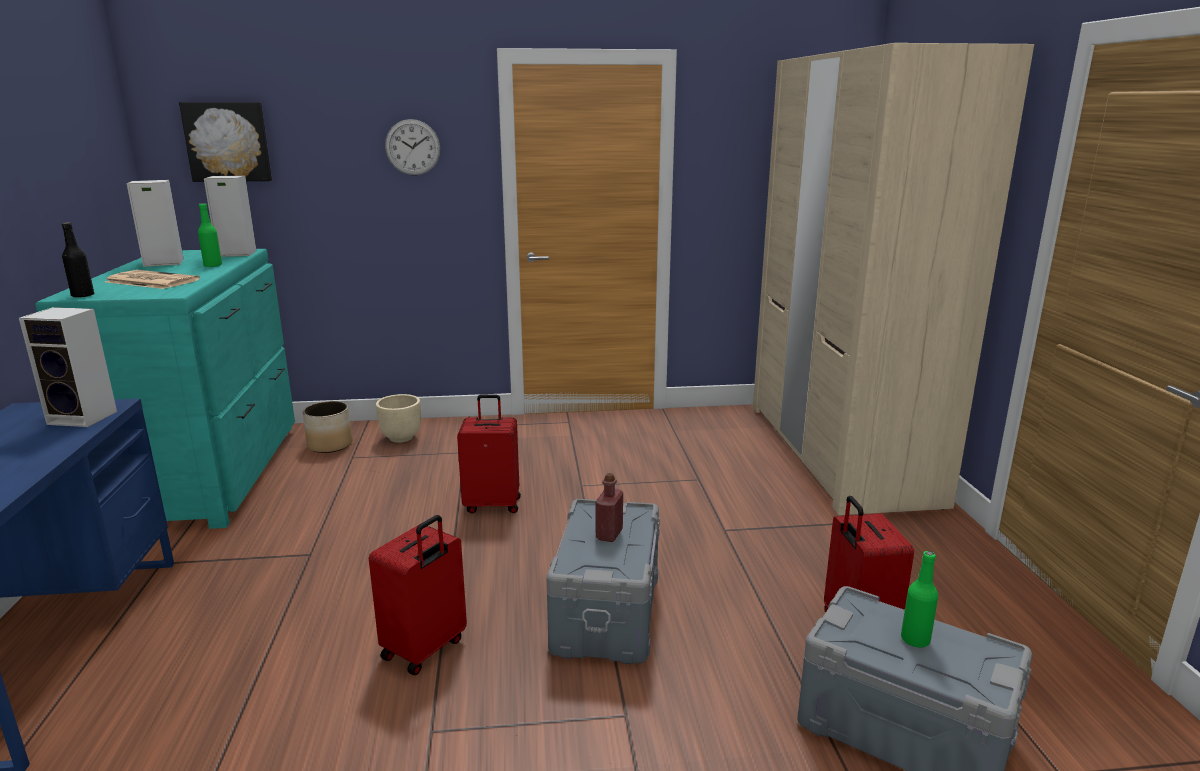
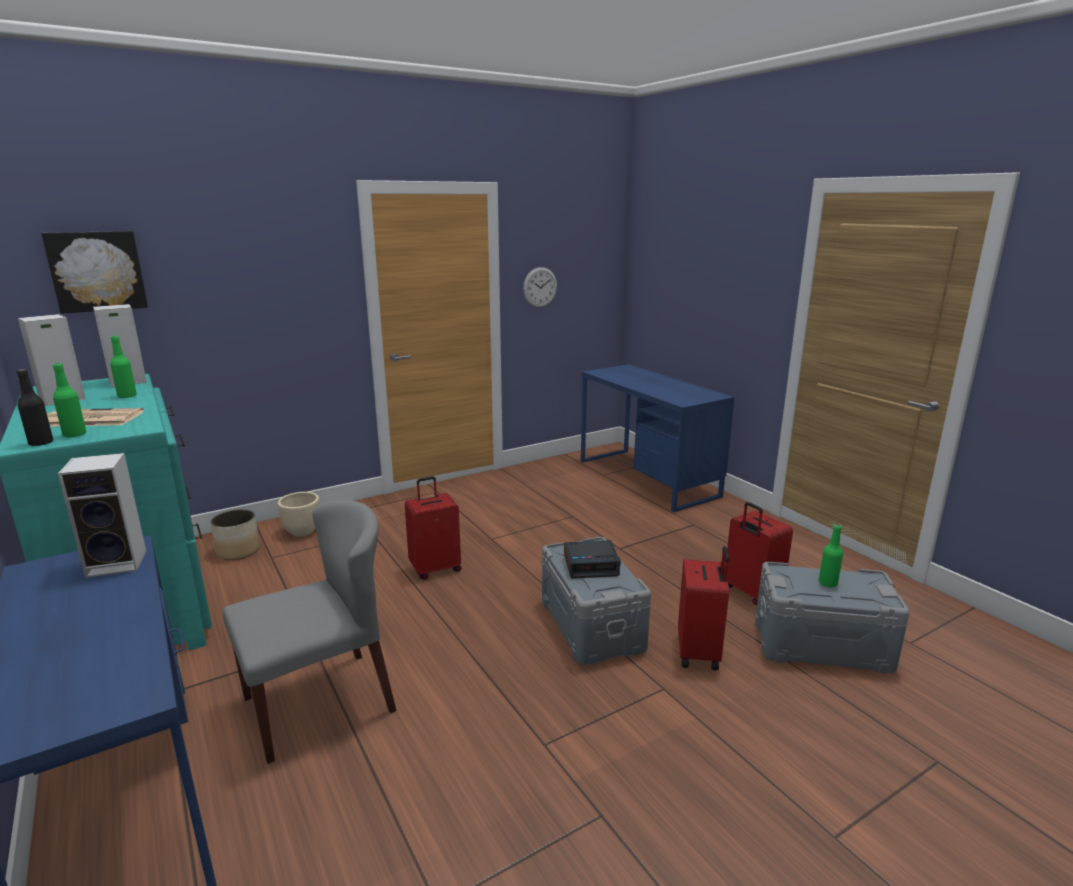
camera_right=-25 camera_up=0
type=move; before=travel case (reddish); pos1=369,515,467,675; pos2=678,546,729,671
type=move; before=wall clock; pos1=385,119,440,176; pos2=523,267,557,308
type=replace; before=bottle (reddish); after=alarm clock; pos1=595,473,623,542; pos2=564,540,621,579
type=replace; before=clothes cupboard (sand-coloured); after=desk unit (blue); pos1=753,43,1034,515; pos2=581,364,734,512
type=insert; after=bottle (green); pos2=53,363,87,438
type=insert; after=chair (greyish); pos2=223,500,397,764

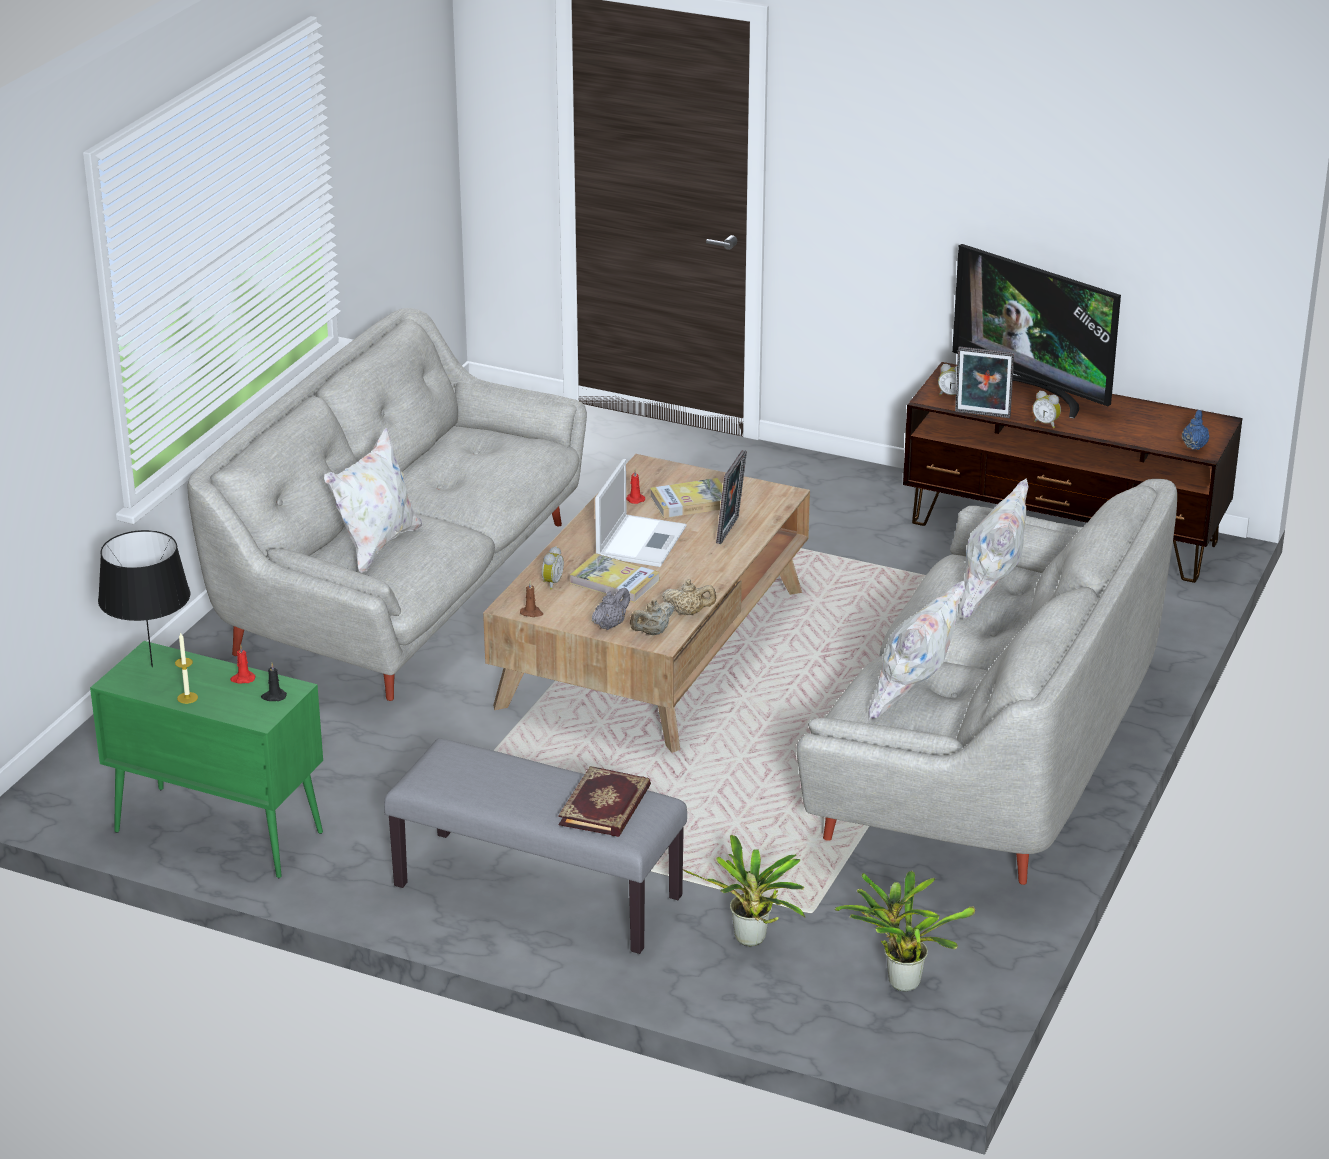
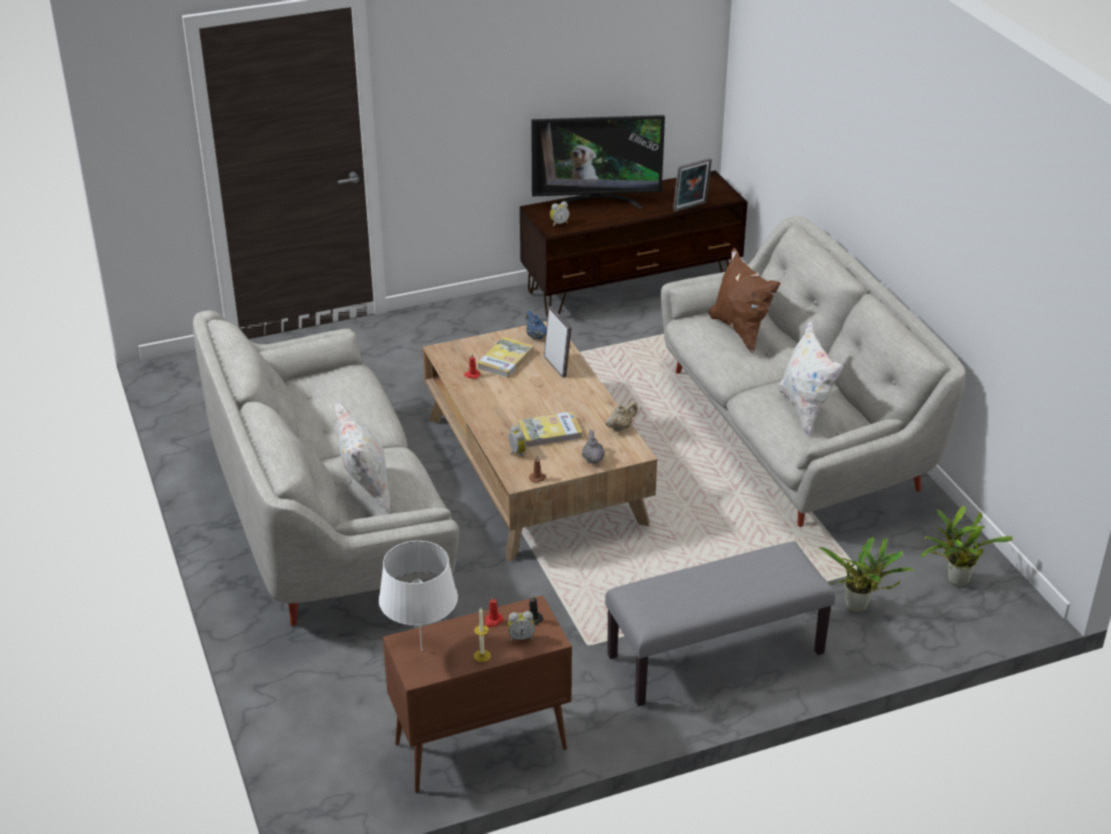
camera_right=-45 camera_up=5
type=recolor; before=cabinet (green); after=cabinet (brown-coloured); pos1=90,641,323,878; pos2=383,595,572,793
type=recolor; before=tabletop lamp (black-coloured); after=tabletop lamp (whitish); pos1=98,530,191,667; pos2=379,541,458,651
type=delete; before=bound book; pos1=558,766,651,837
type=delete; before=portable computer; pos1=595,459,687,567
type=delete; before=pot for tea (sand-coloured); pos1=630,600,674,635
type=move; before=standing frame; pos1=955,347,1014,418; pos2=673,158,712,212
type=recolor; before=throw pillow (whitish); after=throw pillow (brown-coloured); pos1=960,478,1029,619; pos2=708,248,781,353
type=move; before=alarm clock; pos1=1033,391,1061,428; pos2=507,611,535,642
type=move; before=pot for tea (blue); pos1=1182,410,1209,450; pos2=525,311,547,340

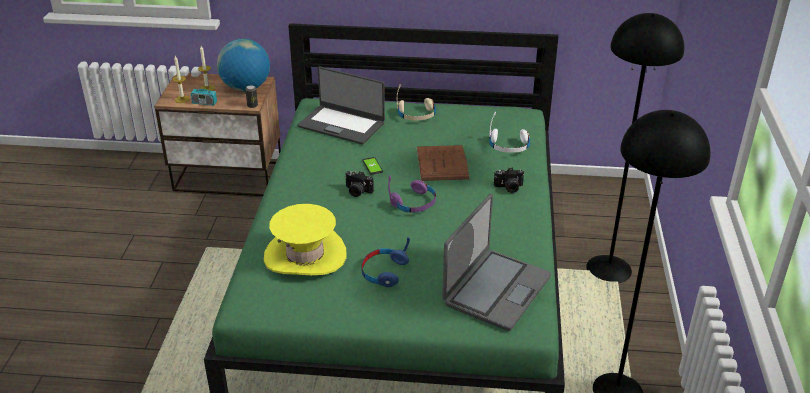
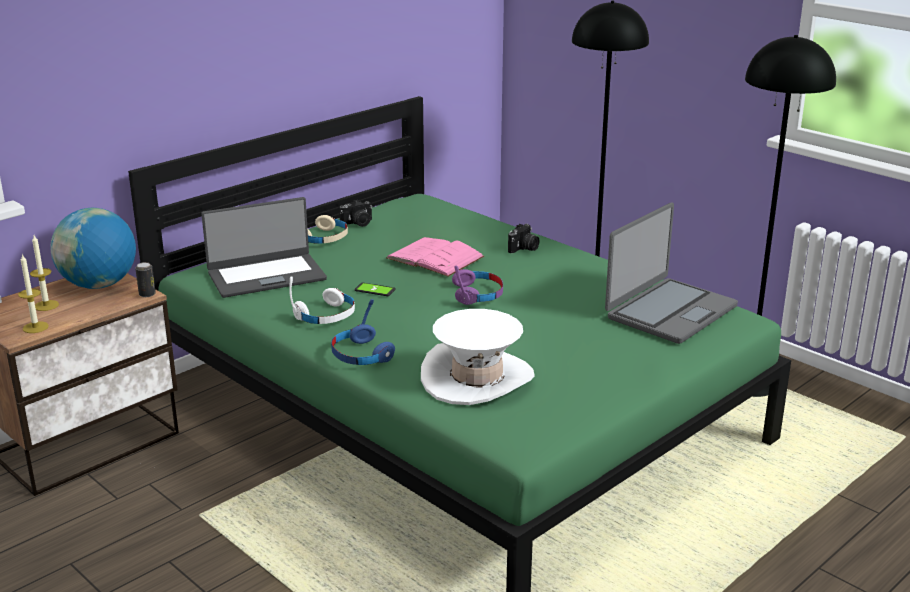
camera_right=-50 camera_up=-10
type=delete; before=radio; pos1=191,77,217,106
type=recolor; before=wearable hat (yellowish); after=wearable hat (whitish); pos1=264,204,347,275; pos2=421,309,535,405
type=move; before=still camera; pos1=345,171,374,197; pos2=339,199,372,227
type=move; before=headset (blue); pos1=361,237,410,287; pos2=331,299,395,365
type=recolor; before=bound book (brown-coloured); after=bound book (pinkish); pos1=417,145,470,181; pos2=386,237,484,277
type=rotate; before=portable computer; pos1=442,193,551,331; pos2=605,203,738,344; turn=60
type=move; before=headset (whitish); pos1=489,112,530,153; pos2=289,276,355,324

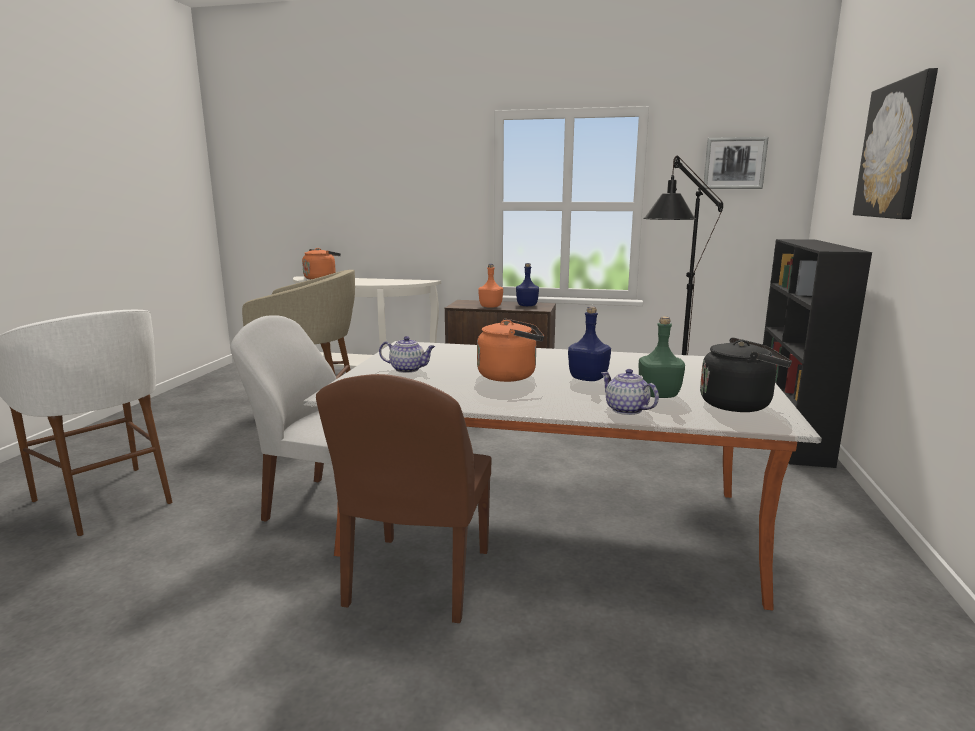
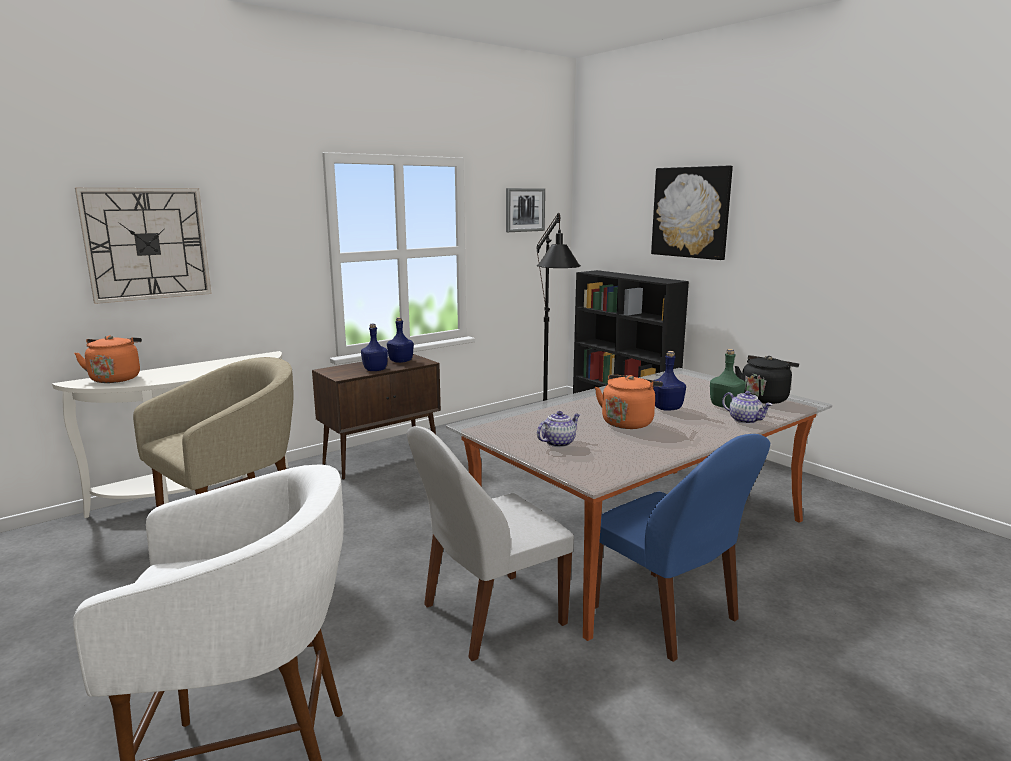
camera_right=-50 camera_up=0
type=recolor; before=chair (brown-coloured); after=chair (blue); pos1=316,374,491,623; pos2=595,434,770,662
type=recolor; before=bottle (orange-coloured); after=bottle (blue); pos1=478,264,503,308; pos2=361,324,388,371
type=rotate; before=pot for tea; pos1=601,369,659,415; pos2=722,391,772,424; turn=-135
type=insert; after=wall clock; pos2=75,188,212,304

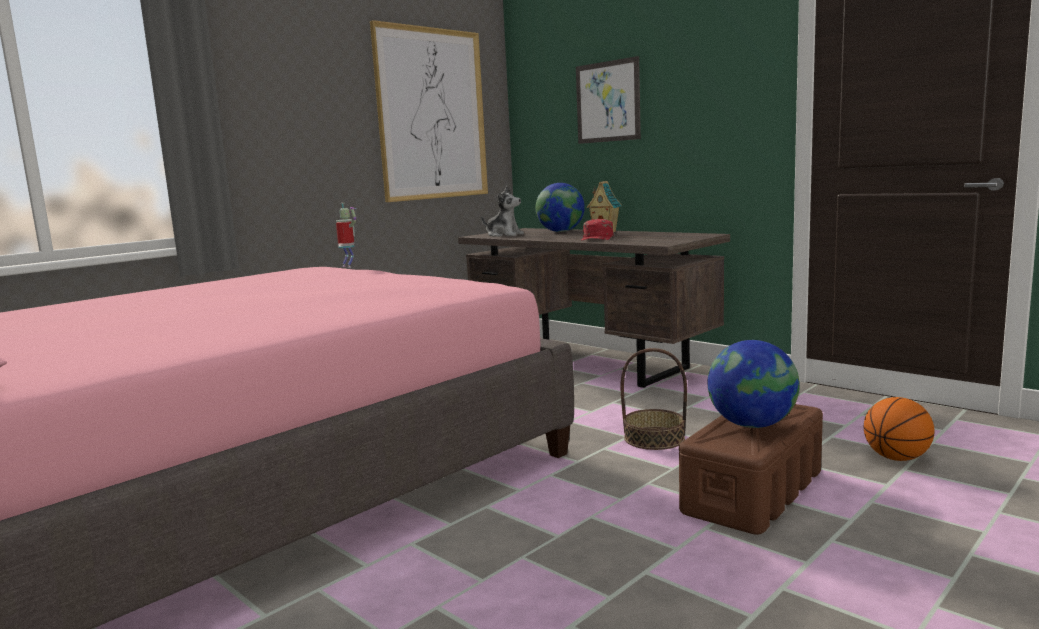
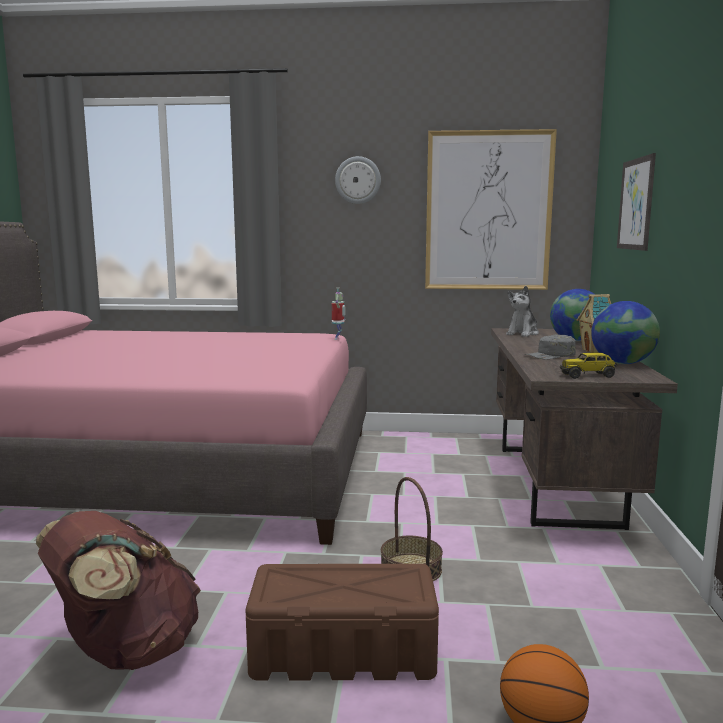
camera_right=50 camera_up=0
type=rotate; before=plush toy; pos1=481,186,524,237; pos2=506,286,539,337; turn=45
type=recolor; before=cap (reddish); after=cap (greyish); pos1=582,219,614,240; pos2=524,334,576,360
type=move; before=world globe; pos1=708,340,800,428; pos2=591,301,660,364
type=insert; after=rucksack (brown-coloured); pos2=36,511,201,670
type=insert; after=wall clock; pos2=335,156,381,204
type=insert; after=toy truck; pos2=559,353,618,379

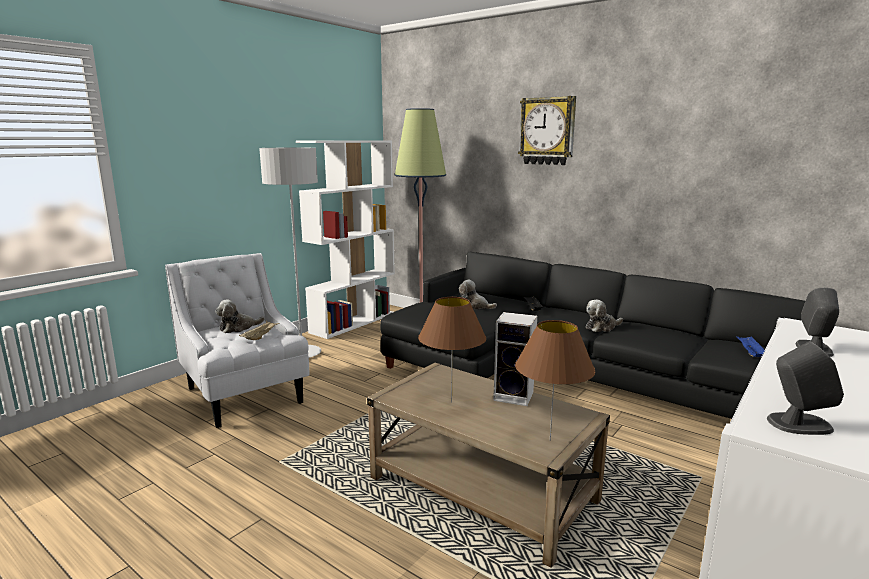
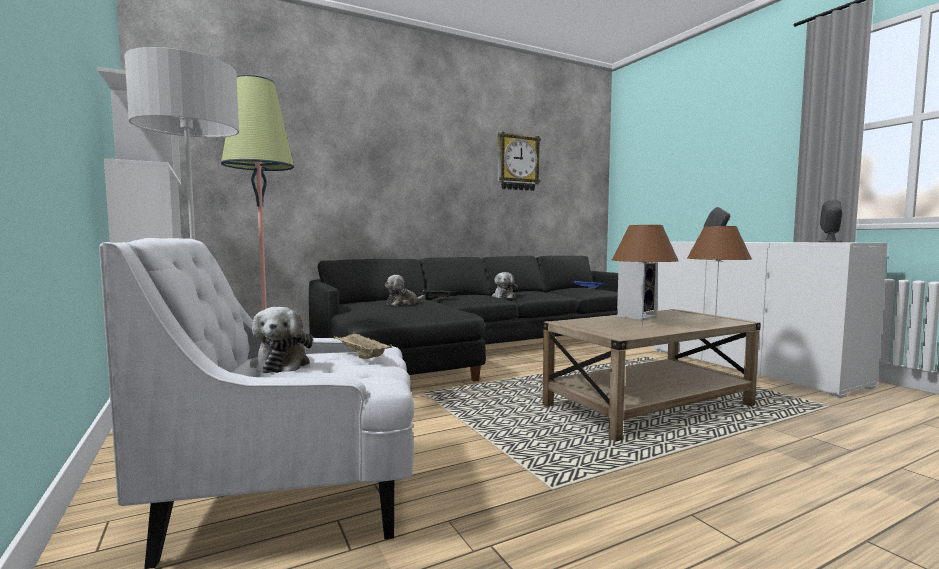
camera_right=-65 camera_up=-10
type=move; before=wall clock; pos1=518,96,576,165; pos2=498,132,541,191

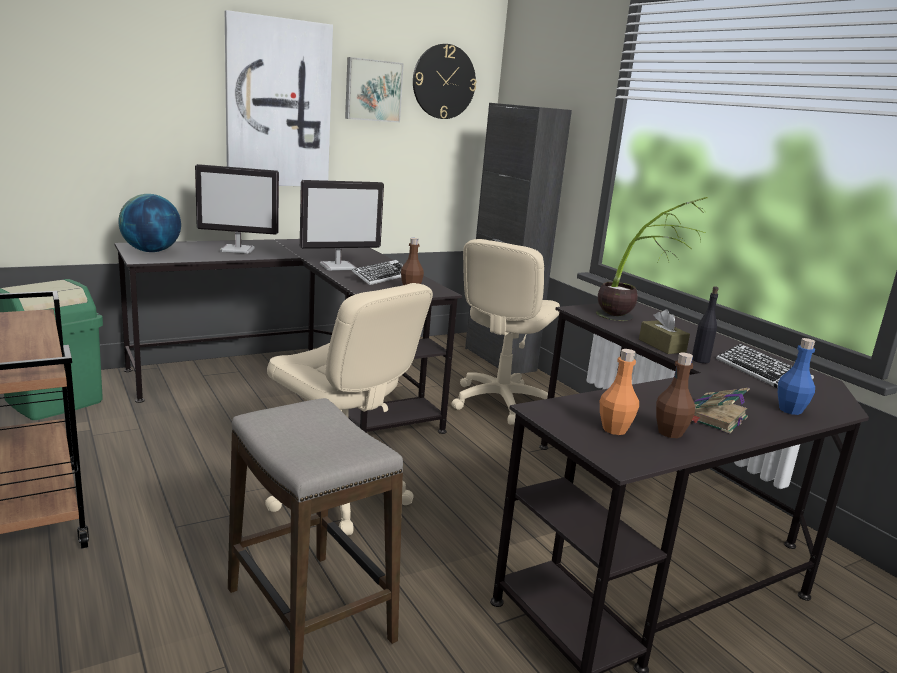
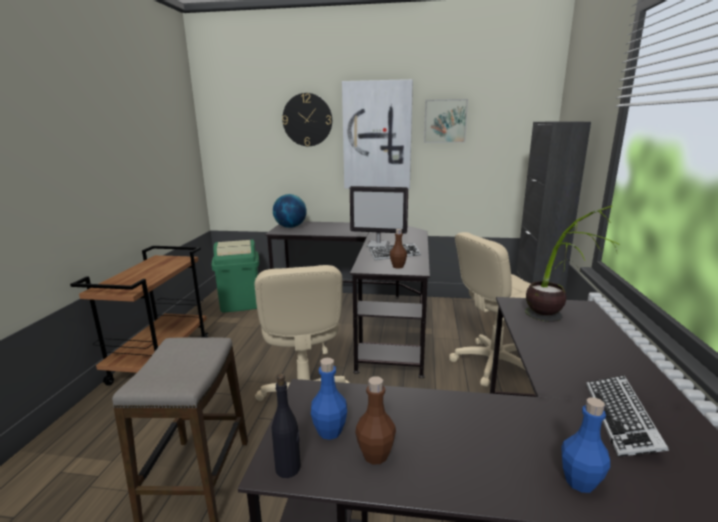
camera_right=40 camera_up=0
type=delete; before=computer screen; pos1=195,164,279,254
type=move; before=wall clock; pos1=413,44,476,119; pos2=282,93,332,146
type=recolor; before=bottle (orange-coloured); after=bottle (blue); pos1=600,349,639,435; pos2=311,358,347,440
type=delete; before=tissue box (brown-coloured); pos1=639,309,690,354
type=move; before=bottle (black-coloured); pos1=692,287,719,363; pos2=272,374,301,478
type=delete; before=bound book; pos1=692,388,750,434

